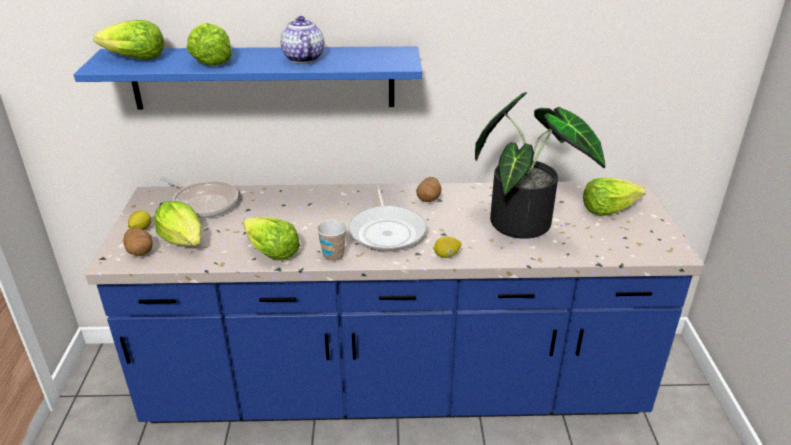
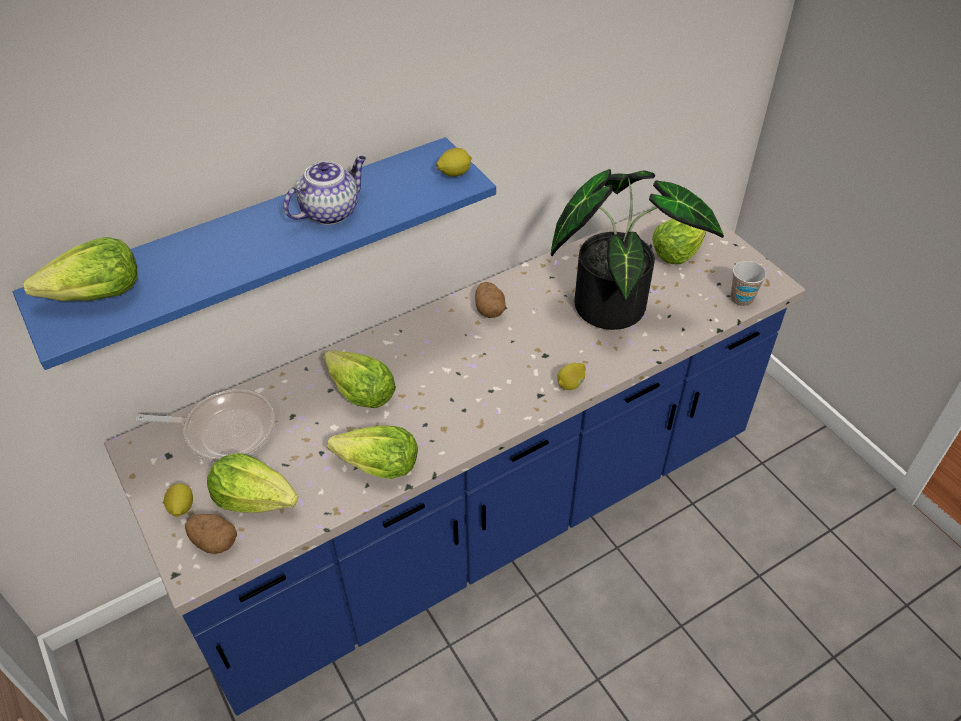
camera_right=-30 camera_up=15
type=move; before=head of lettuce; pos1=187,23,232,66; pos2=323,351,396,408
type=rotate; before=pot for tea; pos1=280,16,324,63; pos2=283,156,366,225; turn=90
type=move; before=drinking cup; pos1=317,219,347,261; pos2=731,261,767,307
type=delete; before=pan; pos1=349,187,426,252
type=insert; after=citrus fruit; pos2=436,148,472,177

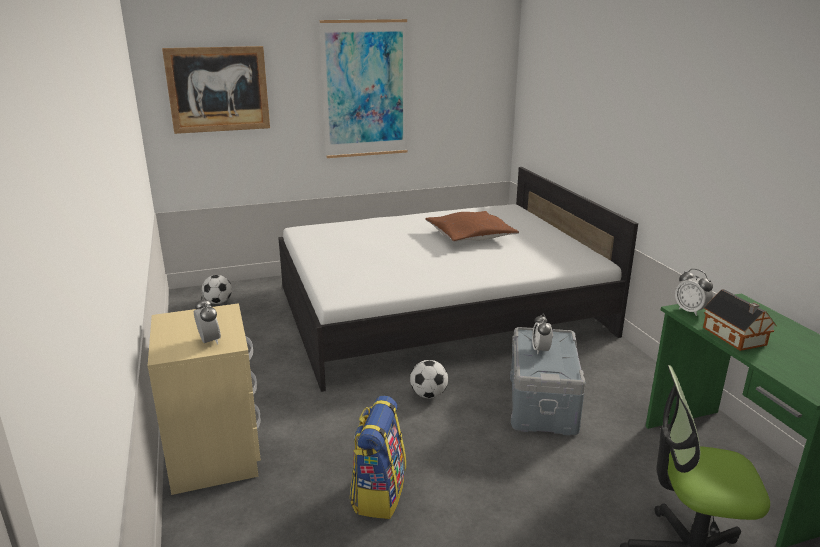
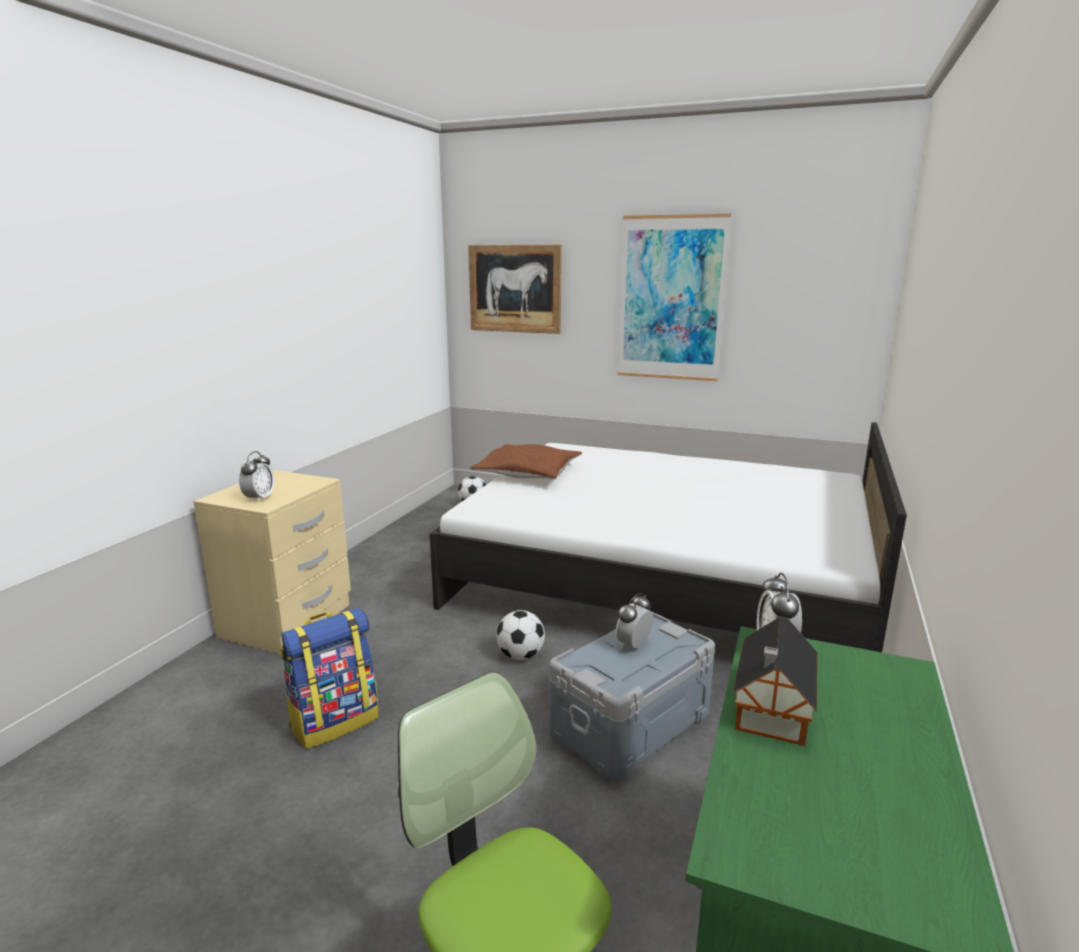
camera_right=40 camera_up=-5
type=move; before=throw pillow (brown-coloured); pos1=426,211,519,242; pos2=470,444,582,479

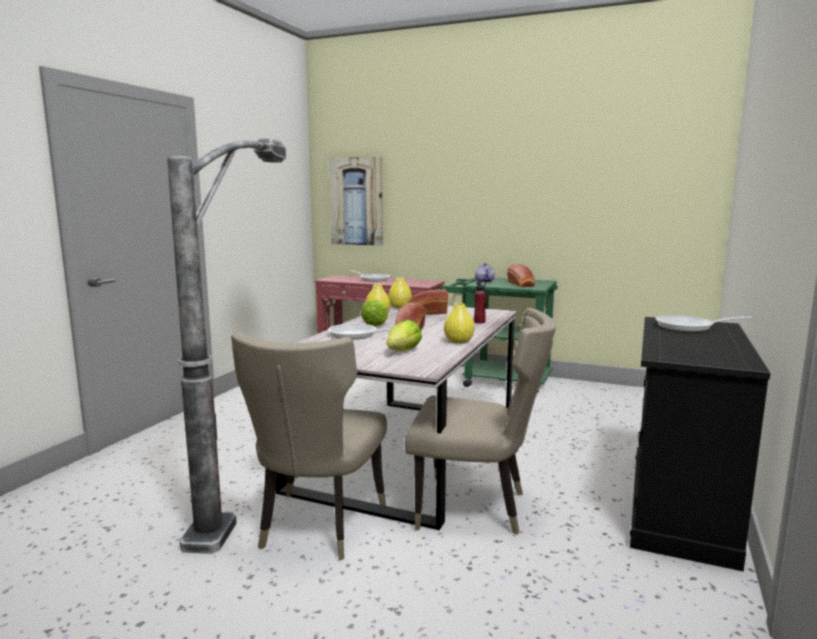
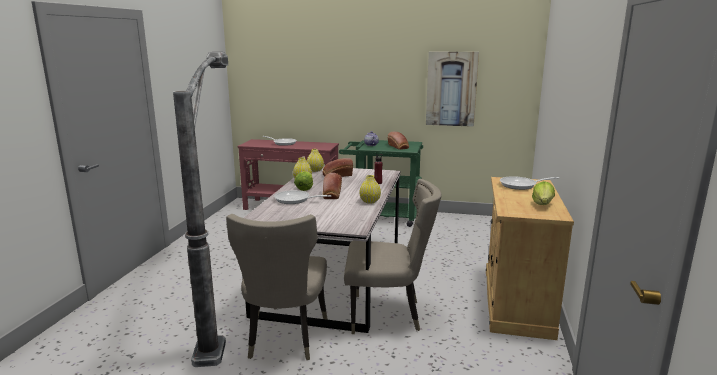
camera_right=-10 camera_up=5
type=move; before=wall picture; pos1=329,157,383,246; pos2=426,52,479,127
type=move; before=head of lettuce; pos1=387,320,422,351; pos2=532,181,555,205
type=recolor; before=cabinet (black-coloured); after=cabinet (sand-coloured); pos1=630,317,770,571; pos2=486,177,574,340

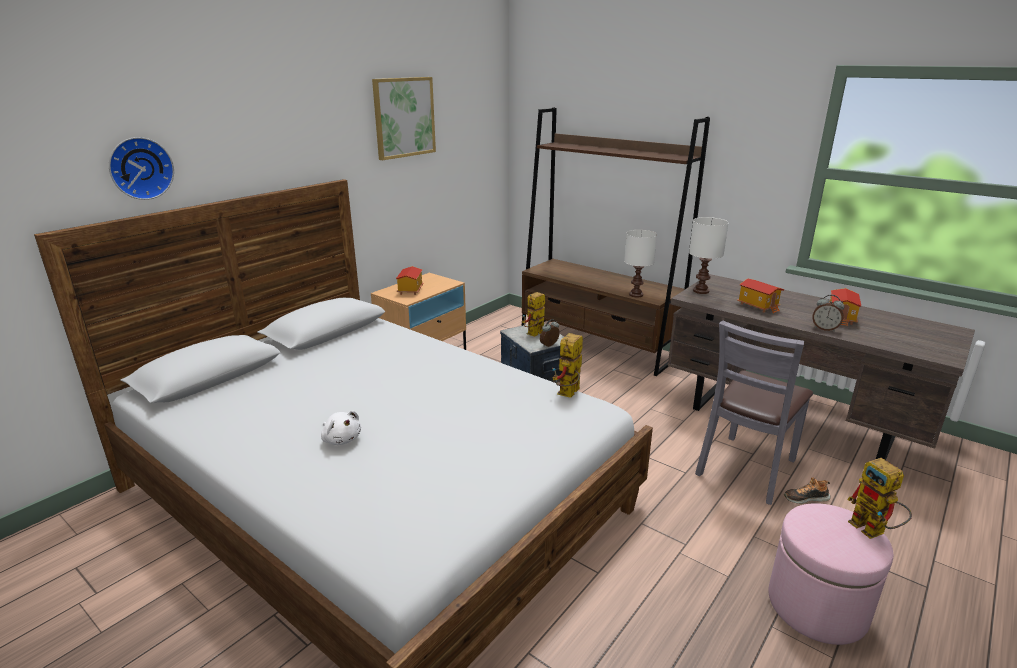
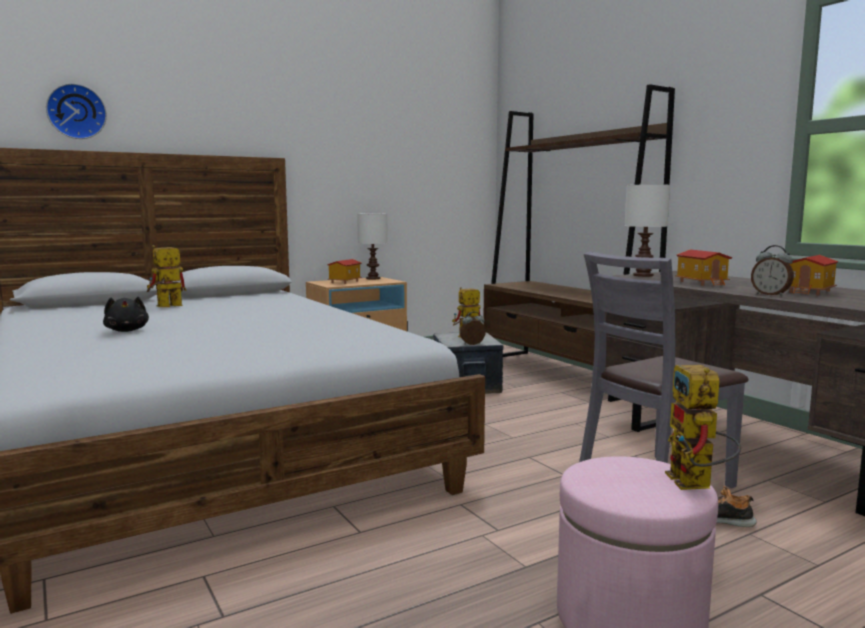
camera_right=20 camera_up=-15
type=recolor; before=plush toy (whitish); after=plush toy (black-coloured); pos1=321,411,361,445; pos2=103,297,149,332
type=delete; before=wall picture; pos1=372,77,436,160
type=move; before=model robot; pos1=552,333,583,398; pos2=147,245,187,307
type=move; before=tabletop lamp (whitish); pos1=624,230,657,298; pos2=357,214,388,280

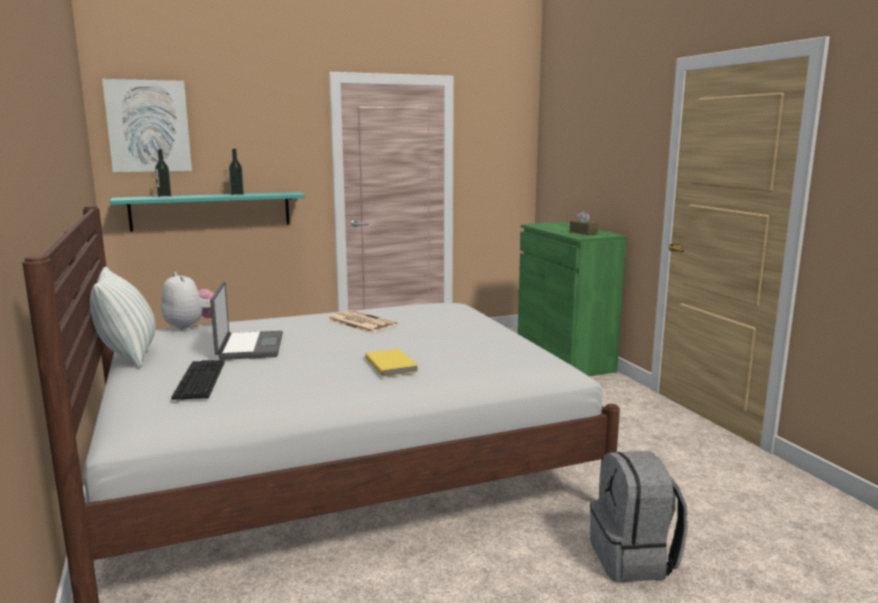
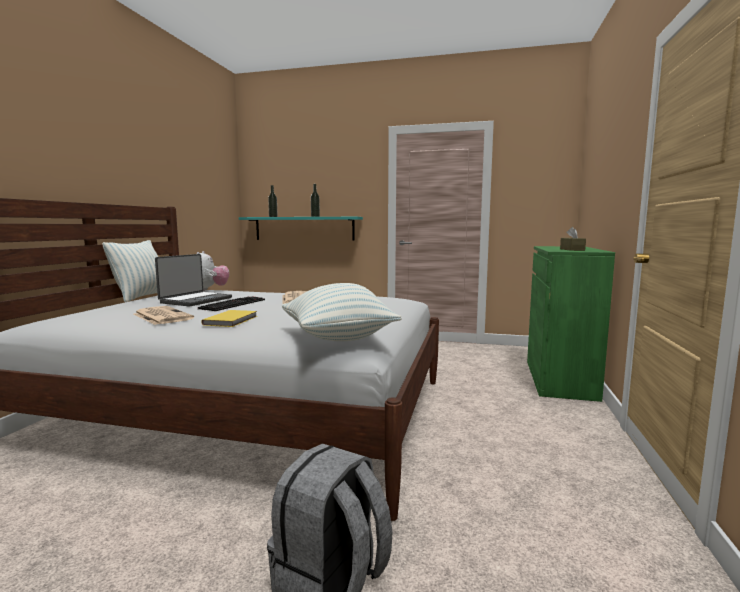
camera_right=35 camera_up=-5
type=delete; before=wall picture; pos1=102,79,192,172
type=move; before=PC keyboard; pos1=171,360,225,401; pos2=198,296,265,311
type=insert; after=printed paper; pos2=134,306,194,325
type=insert; after=throw pillow; pos2=282,283,402,341

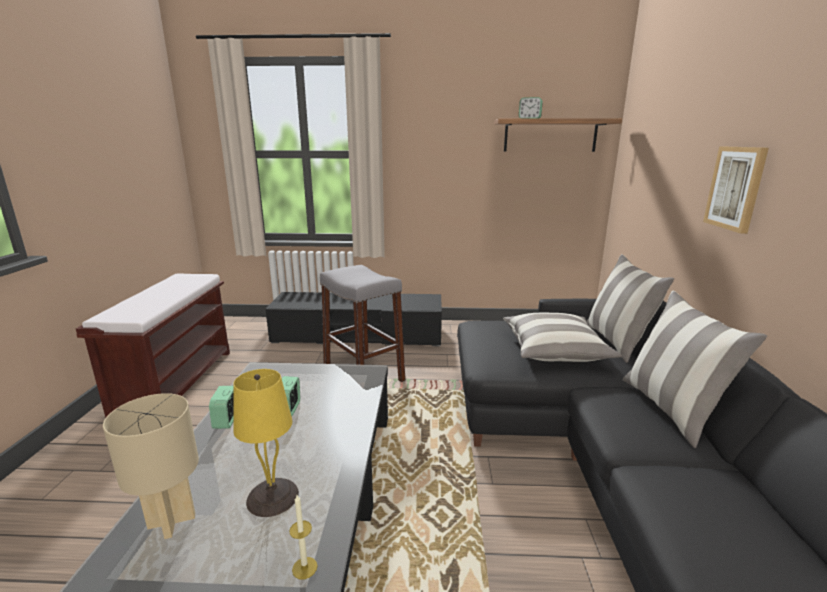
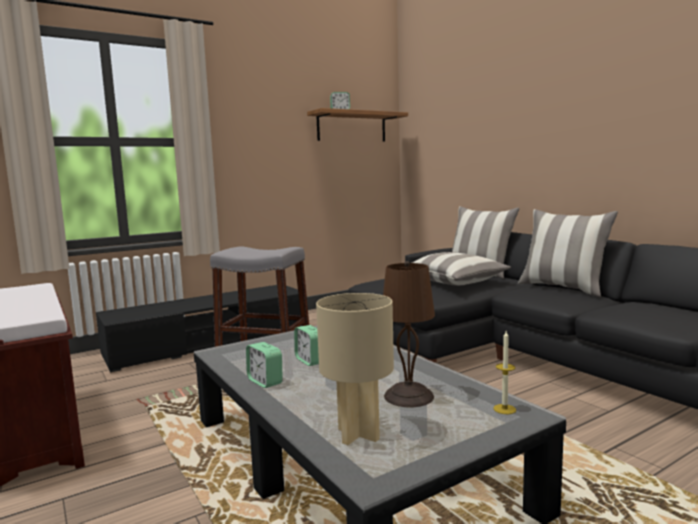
camera_right=-35 camera_up=-10
type=recolor; before=tabletop lamp (yellowish); after=tabletop lamp (brown-coloured); pos1=233,369,299,517; pos2=383,261,435,407
type=delete; before=wall picture; pos1=703,147,769,234

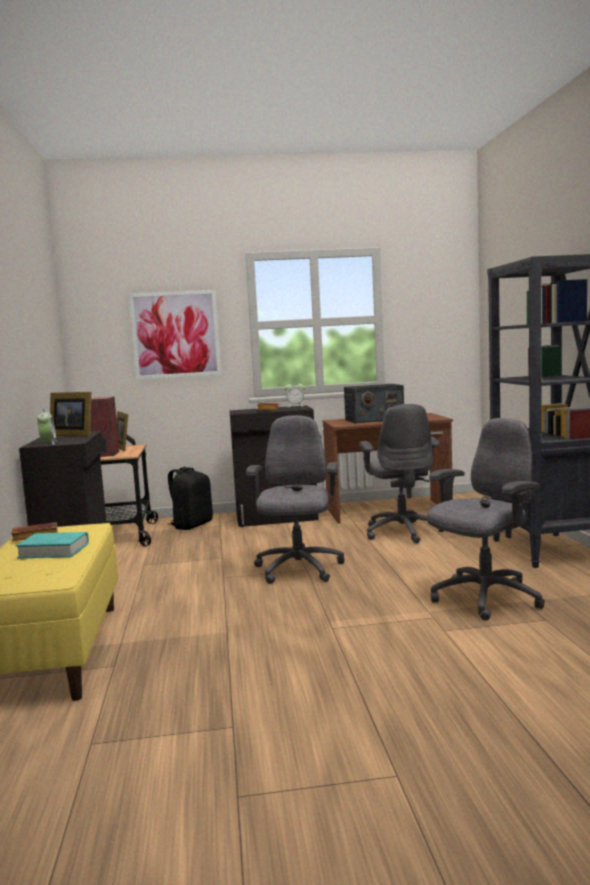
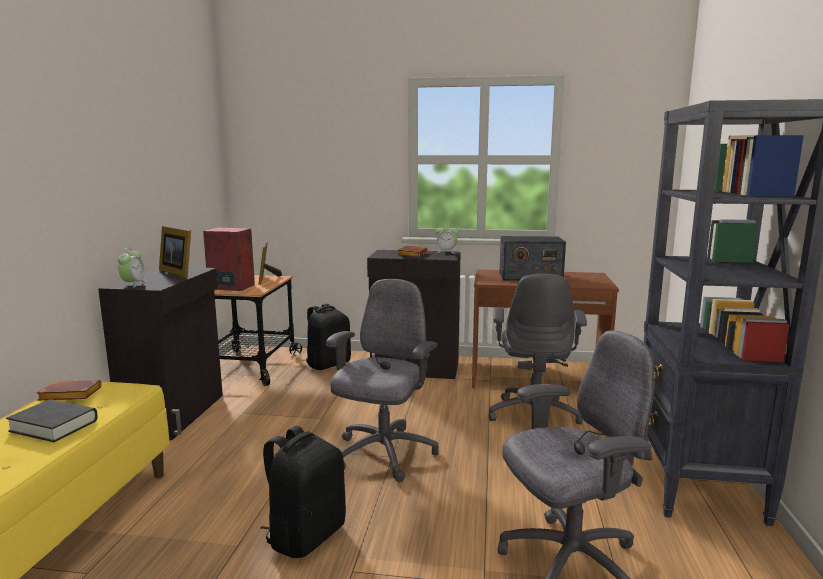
camera_right=15 camera_up=5
type=recolor; before=bound book (turquoise-coloured); after=bound book (black-coloured); pos1=16,532,89,559; pos2=6,399,98,442
type=delete; before=wall picture; pos1=129,290,221,380
type=insert; after=rucksack (black-coloured); pos2=261,426,346,558

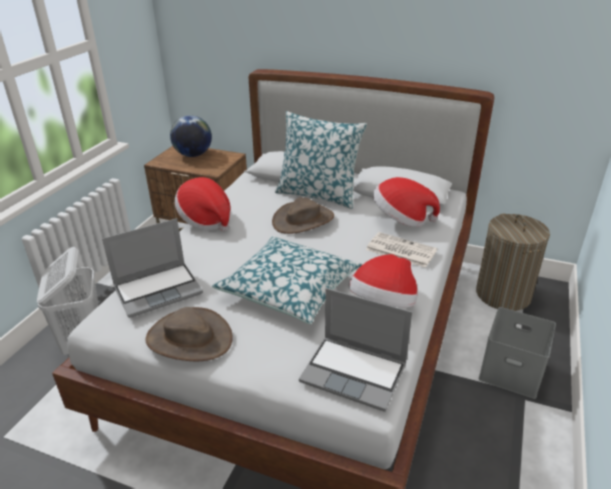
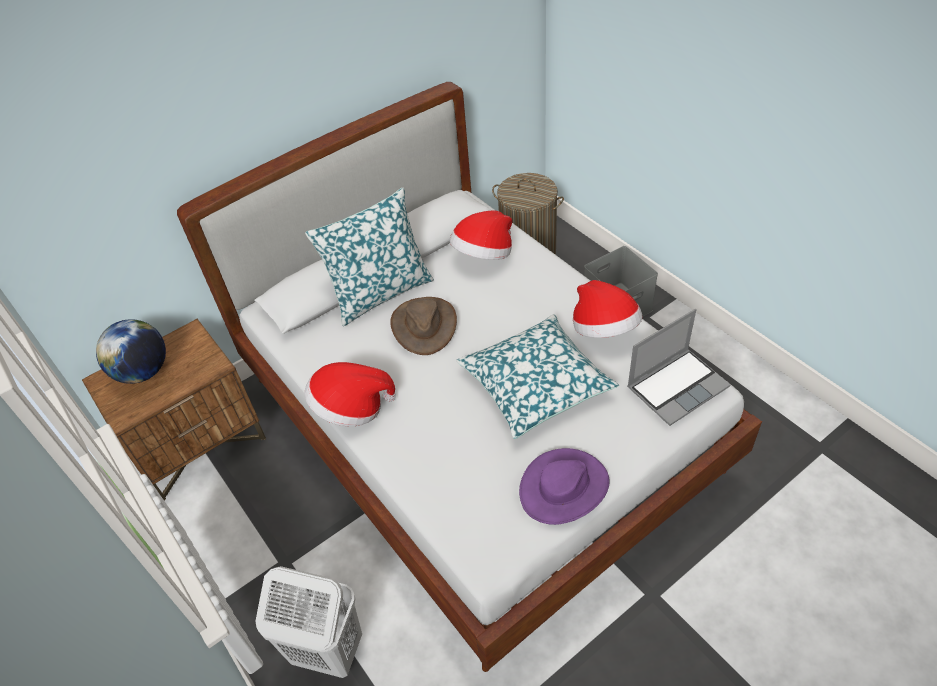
camera_right=-55 camera_up=15
type=delete; before=portable computer; pos1=102,218,203,318
type=recolor; before=wearable hat (brown-coloured); after=wearable hat (purple-coloured); pos1=145,307,233,361; pos2=519,448,610,525
type=delete; before=printed paper; pos1=366,232,437,268

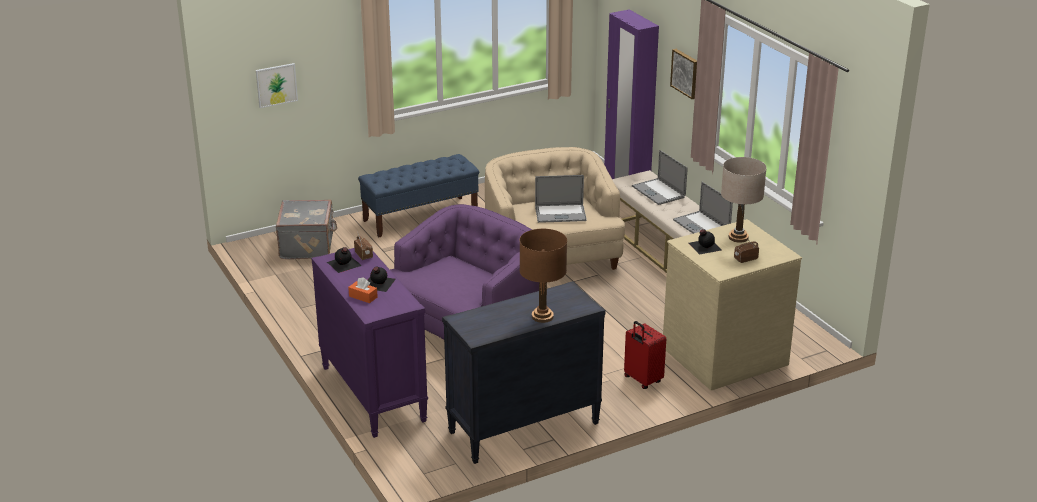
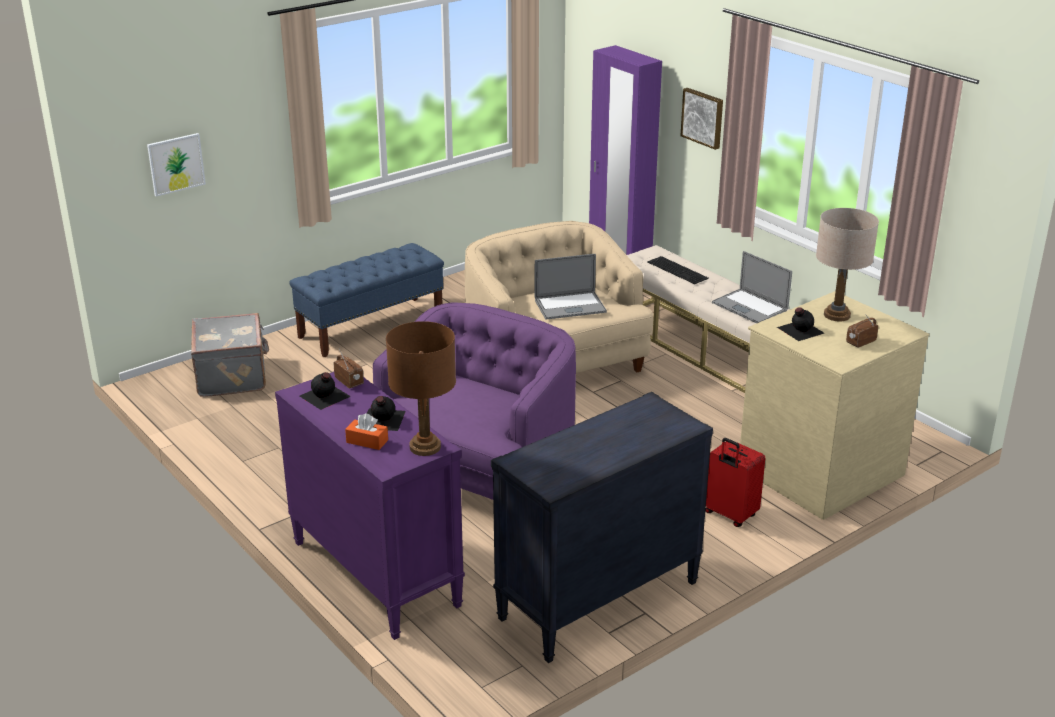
camera_right=-10 camera_up=0
type=move; before=tabletop lamp (brown-coloured); pos1=520,229,567,323; pos2=386,321,456,456
type=replace; before=portable computer; after=PC keyboard; pos1=632,150,688,205; pos2=647,256,709,284

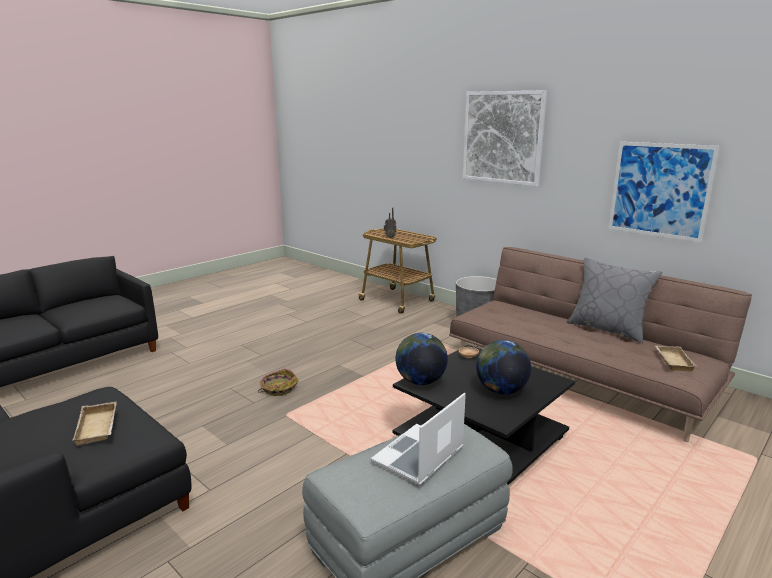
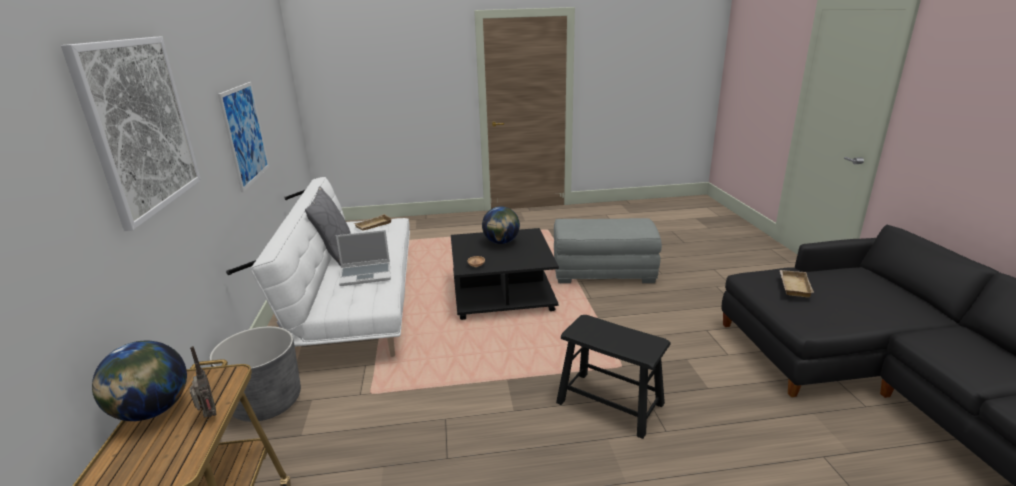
camera_right=-140 camera_up=5
type=replace; before=household basket; after=stool seat (black-coloured); pos1=258,369,298,396; pos2=556,315,671,439
type=move; before=portable computer; pos1=371,393,466,485; pos2=336,230,391,286
type=move; before=world globe; pos1=396,333,448,385; pos2=92,341,187,421
type=recolor; before=settee (brown-coloured); after=settee (whitish); pos1=449,247,752,442; pos2=226,177,410,359

